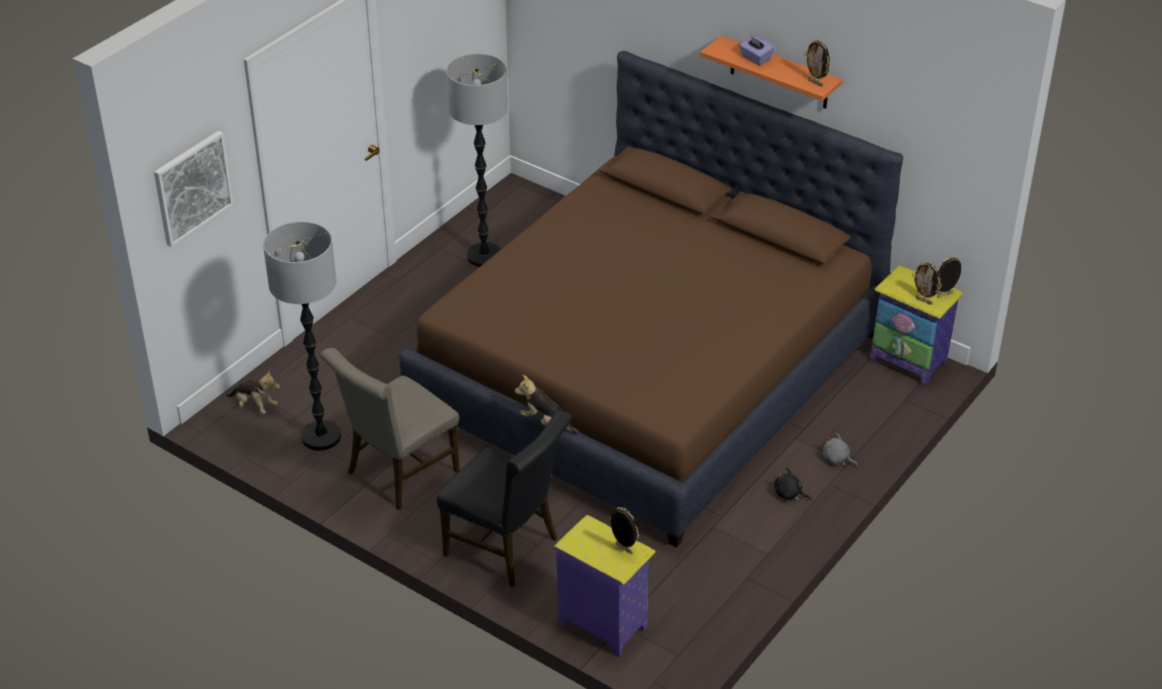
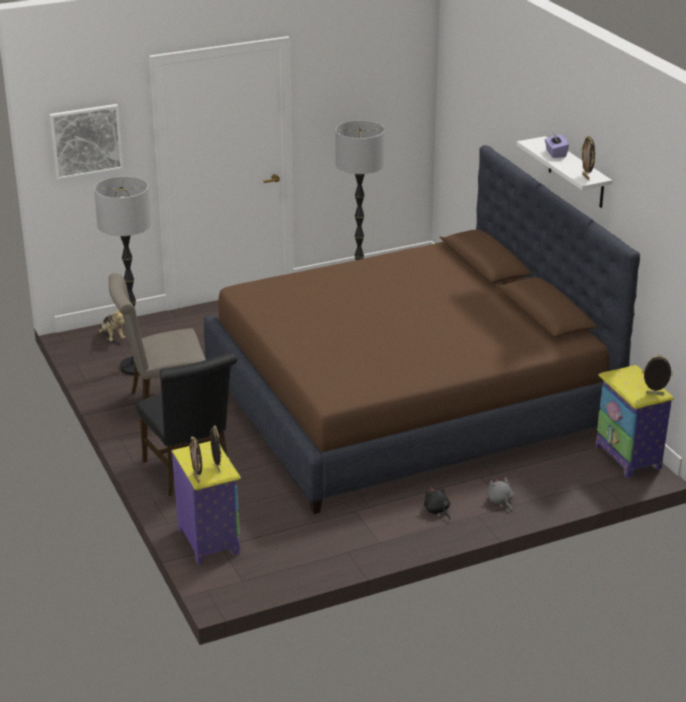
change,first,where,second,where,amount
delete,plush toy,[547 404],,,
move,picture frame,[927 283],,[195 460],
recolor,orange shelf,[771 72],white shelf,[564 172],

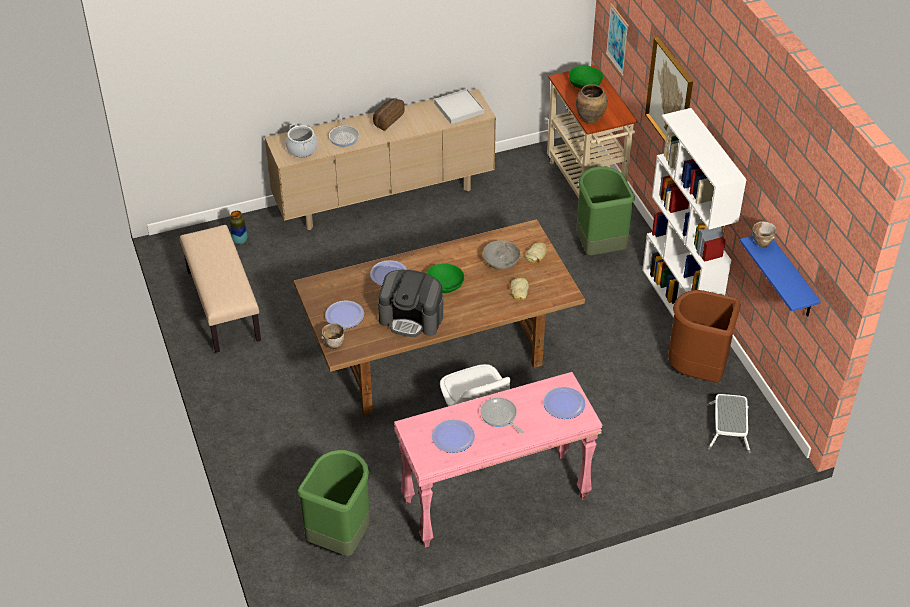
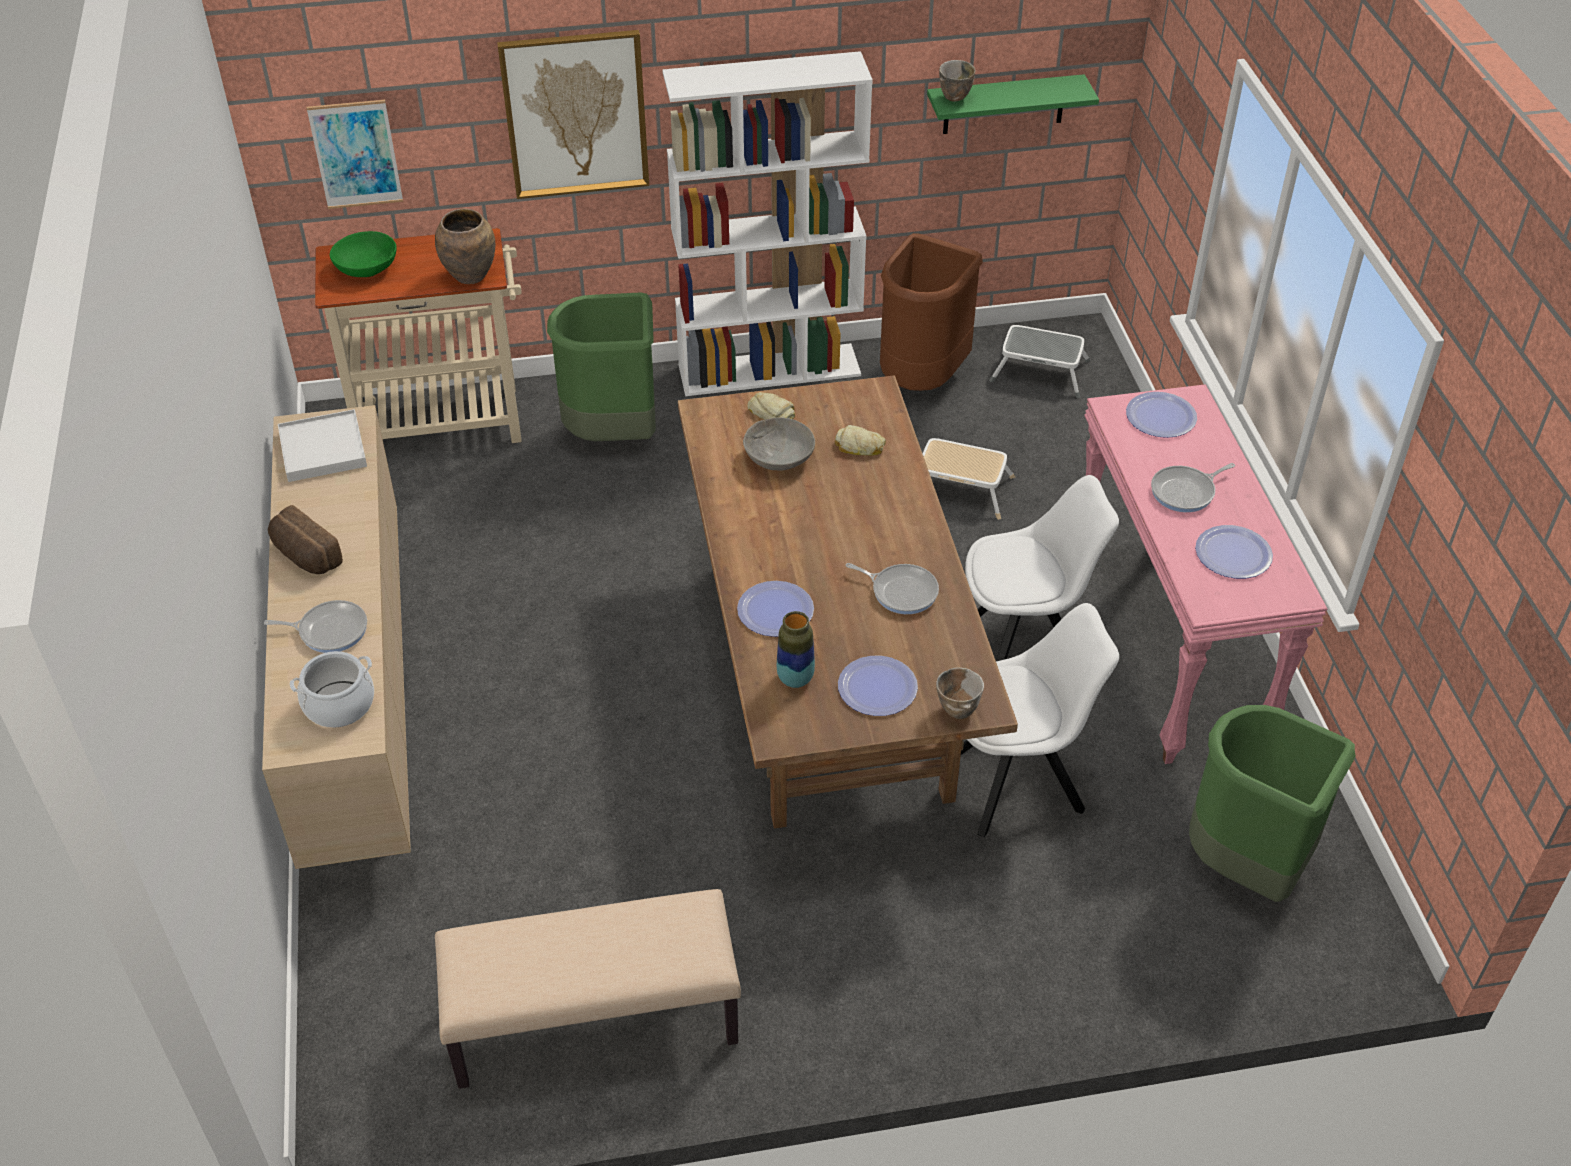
change,first,where,second,where,amount
delete,green bowl,[445 278],,,
insert,,,beige step ladder,[969 479],
insert,,,white chair,[1040 720],
move,vase,[238 228],,[796 649],
replace,coffee machine,[410 303],frying pan,[892 588],
recolor,blue shelf,[780 276],green shelf,[1013 104],

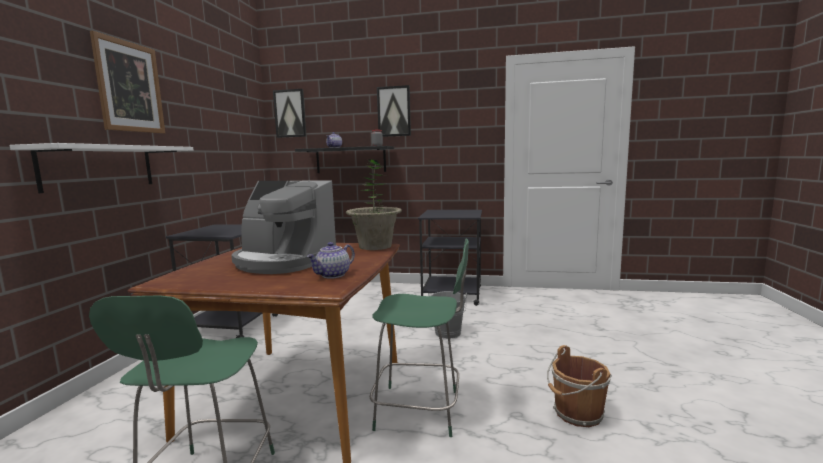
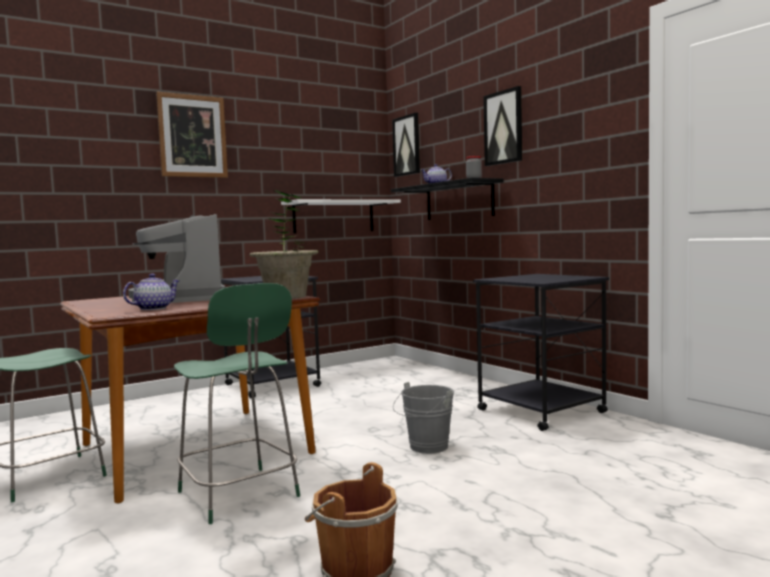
change,first,where,second,where,amount
move,white shelf,[102 168],,[341 216],
rotate,teapot,[331 260],,[151 292],135 degrees clockwise

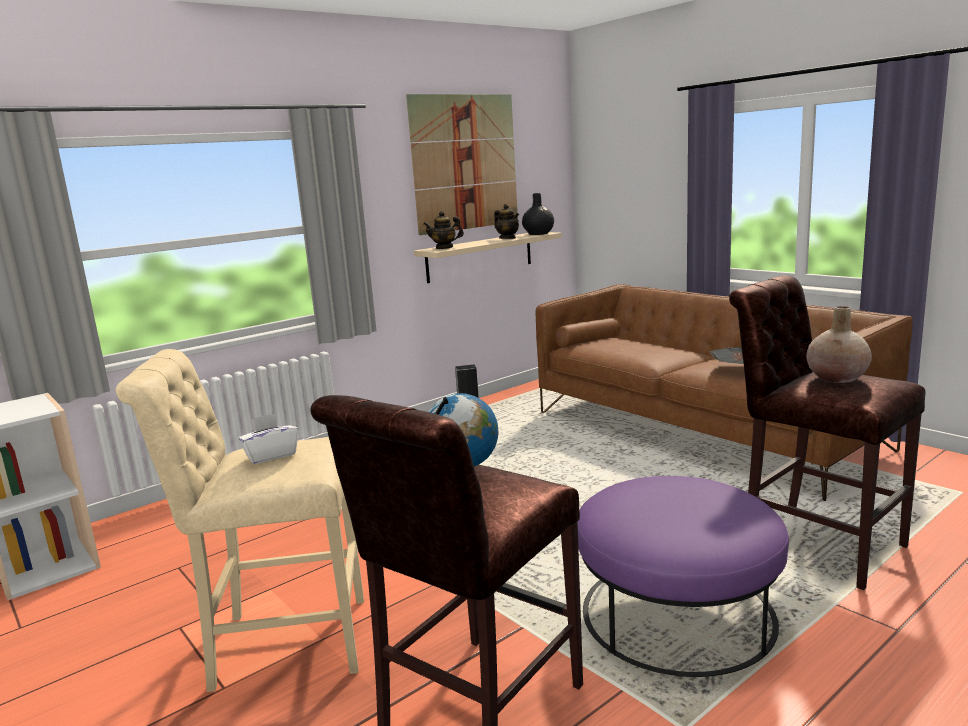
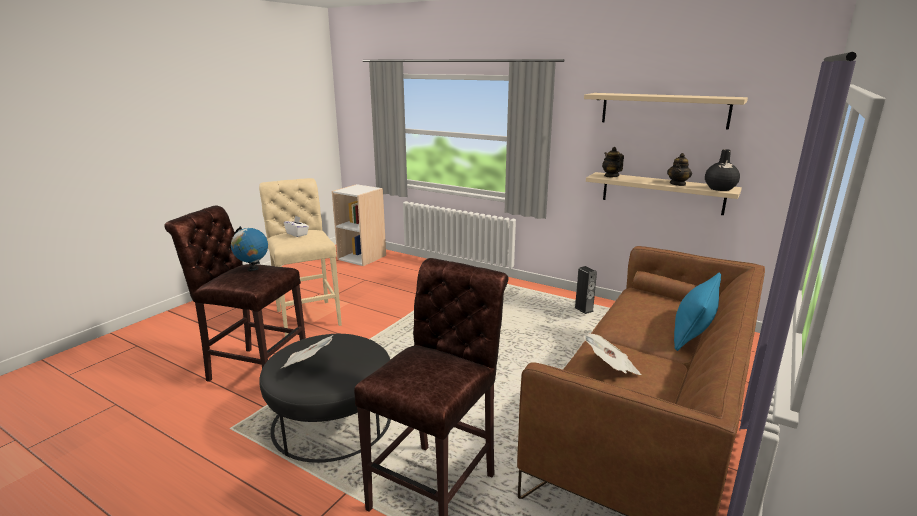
change,first,where,second,where,amount
delete,beige vase,[839 344],,,
insert,,,newspaper,[307 351],
insert,,,blue pillow,[697 311],
replace,picture,[462 164],beige shelf,[666 111],
recolor,purple ottoman,[683 576],black ottoman,[325 398],

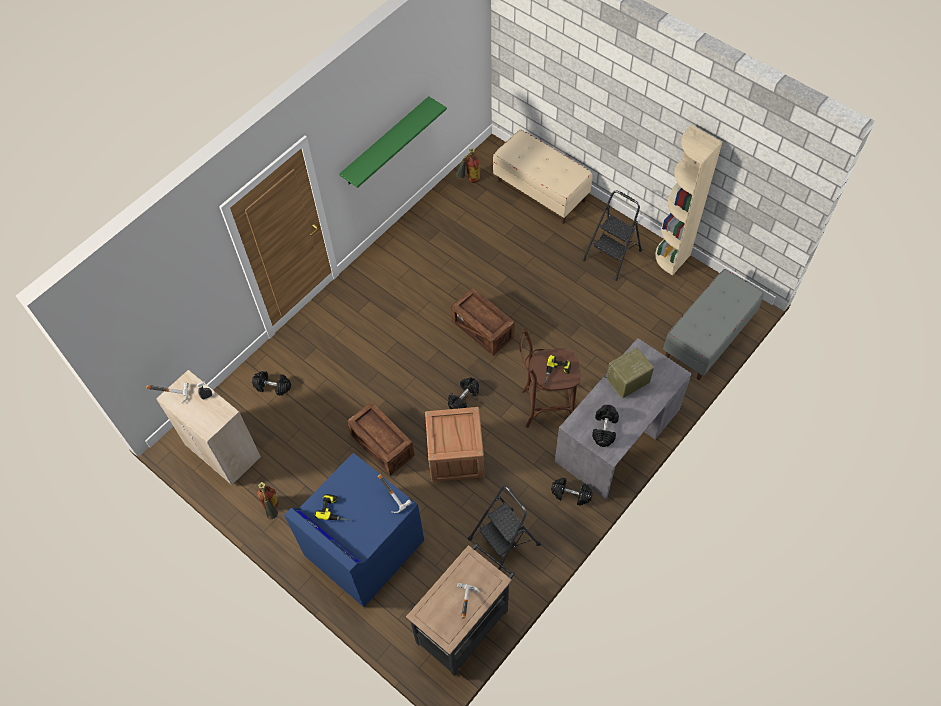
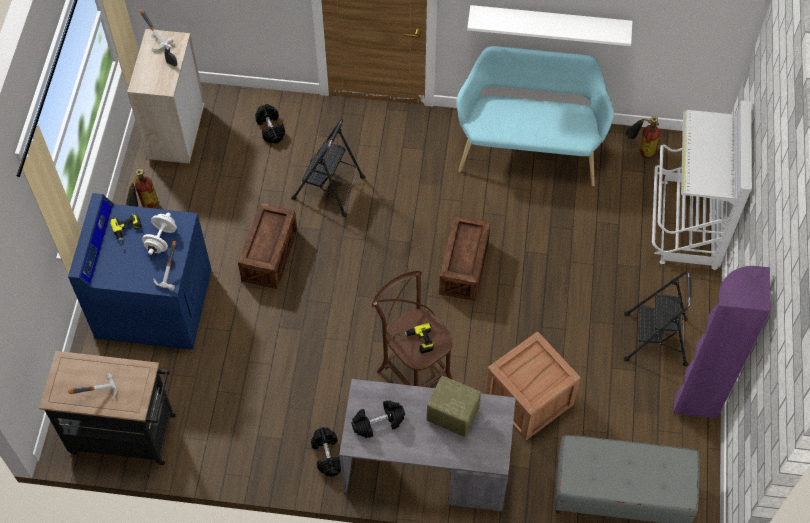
change,first,where,second,where,amount
delete,black dumbbell,[463 393],,,
insert,,,white dumbbell,[159 234],
insert,,,turquoise bench,[535 116],
move,crate,[454 444],,[532 386],
move,black step ladder,[504 528],,[328 168],
replace,beige bench,[543 177],white shoe rack,[702 185],
recolor,green shelf,[393 142],white shelf,[549 25],
recolor,beige bookcase,[688 200],purple bookcase,[722 342],

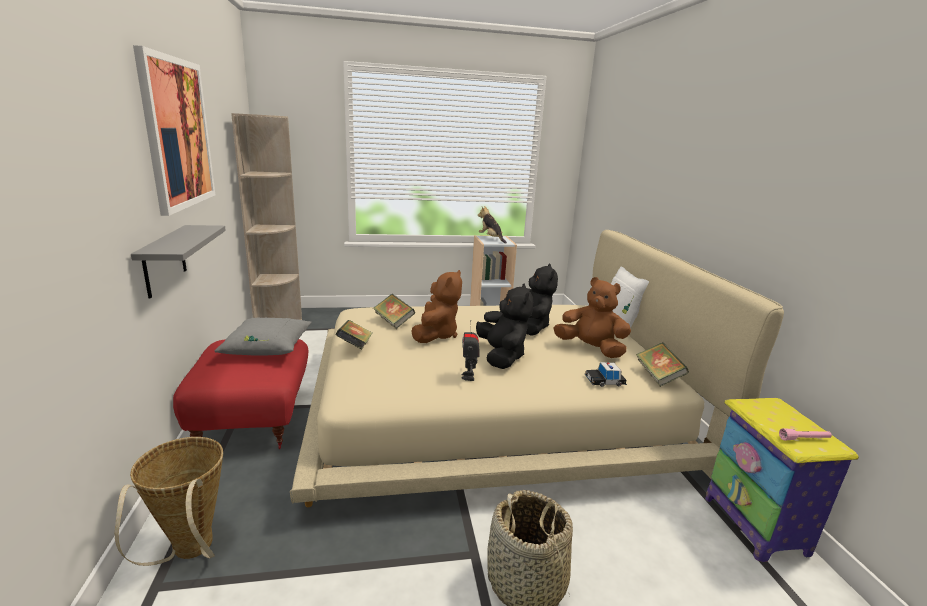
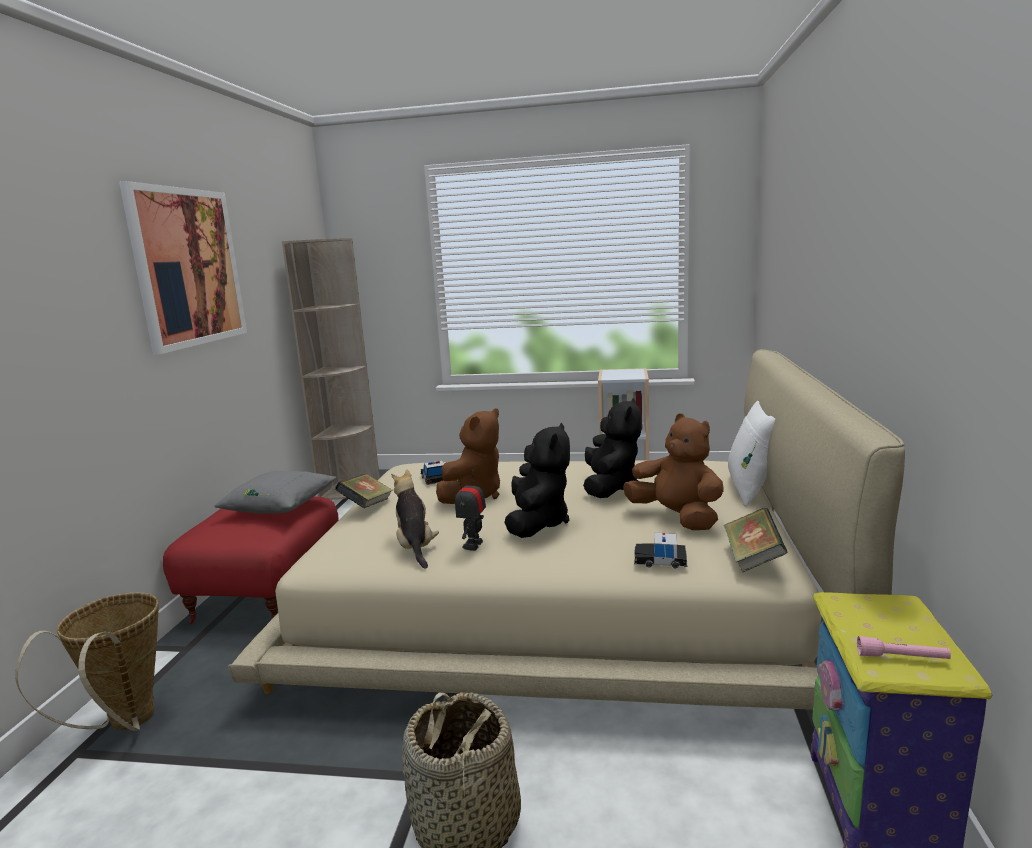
change,first,where,second,where,amount
delete,grey shelf,[178 262],,,
move,plush toy,[492 225],,[415 519],
replace,book,[394 311],toy car,[432 472],

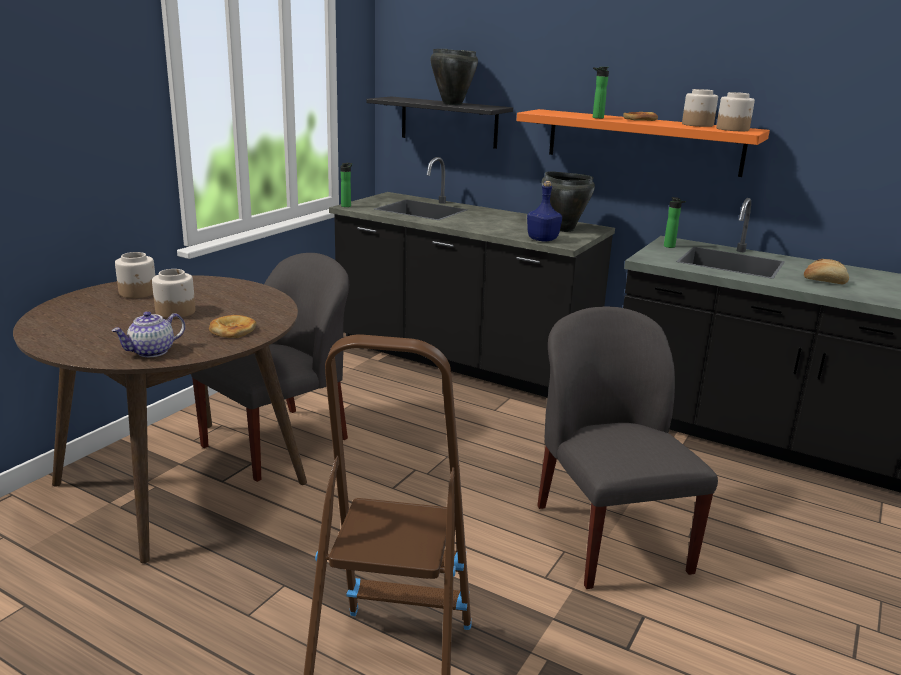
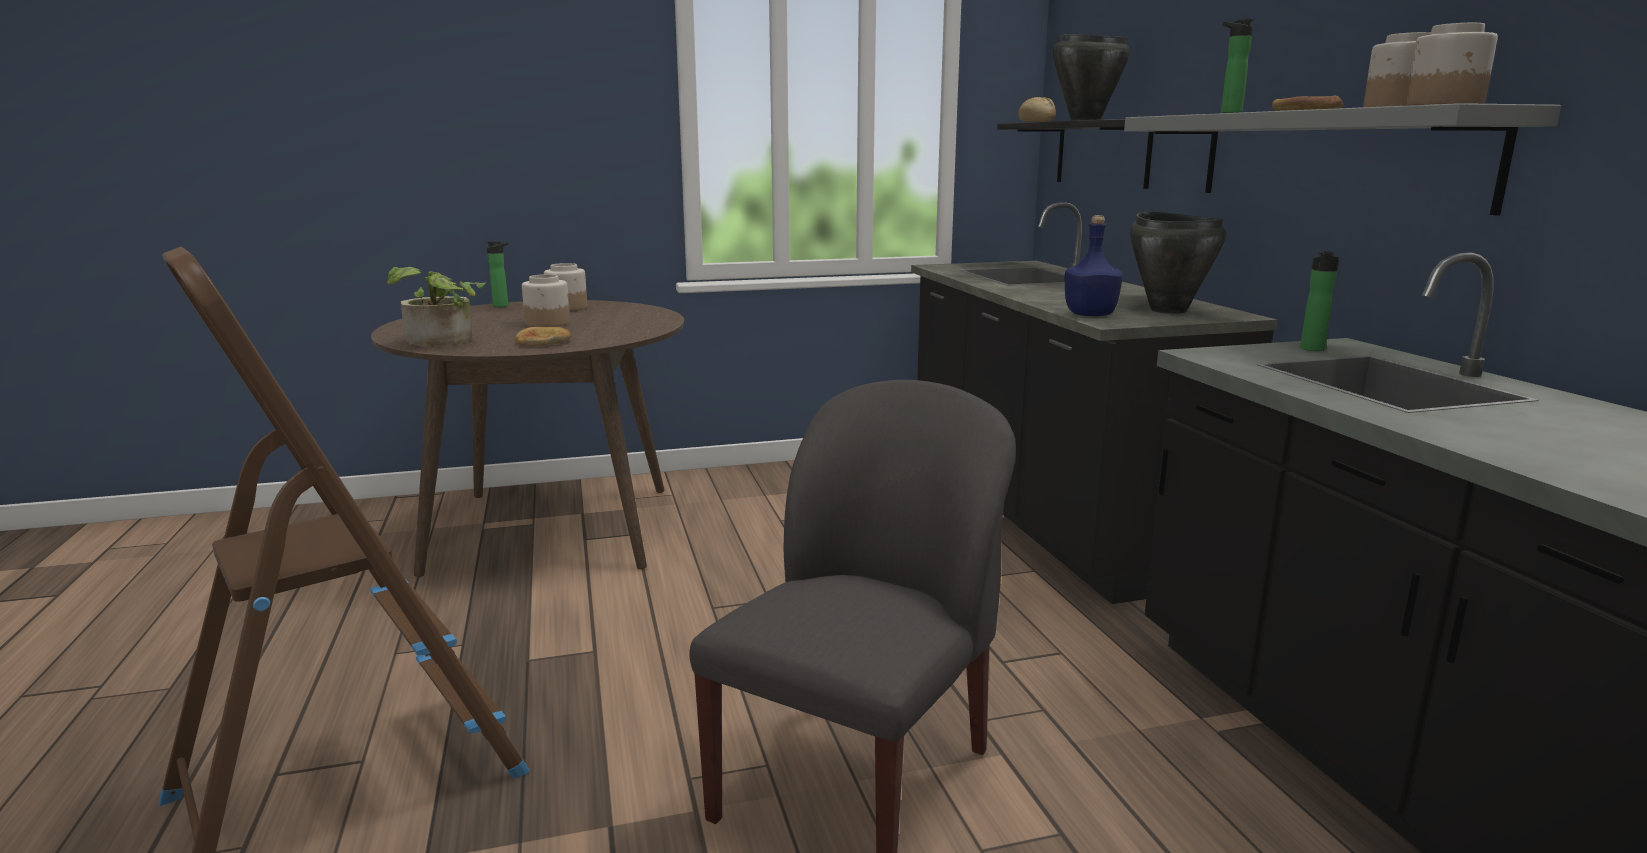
change,first,where,second,where,amount
delete,grey chair,[270 367],,,
move,bottle,[346 185],,[497 274],
move,bread,[826 271],,[1037 109],
replace,teapot,[148 334],potted plant,[436 307],
recolor,orange shelf,[643 143],grey shelf,[1342 159],

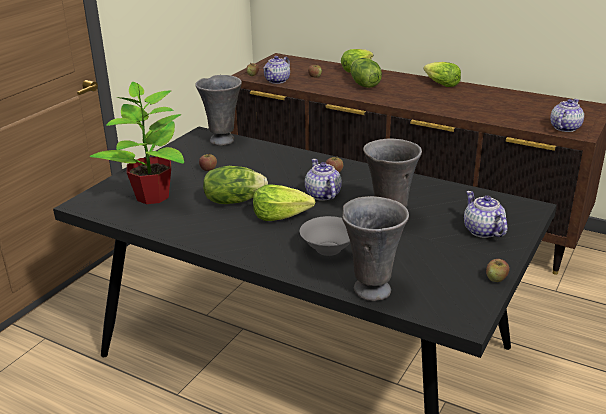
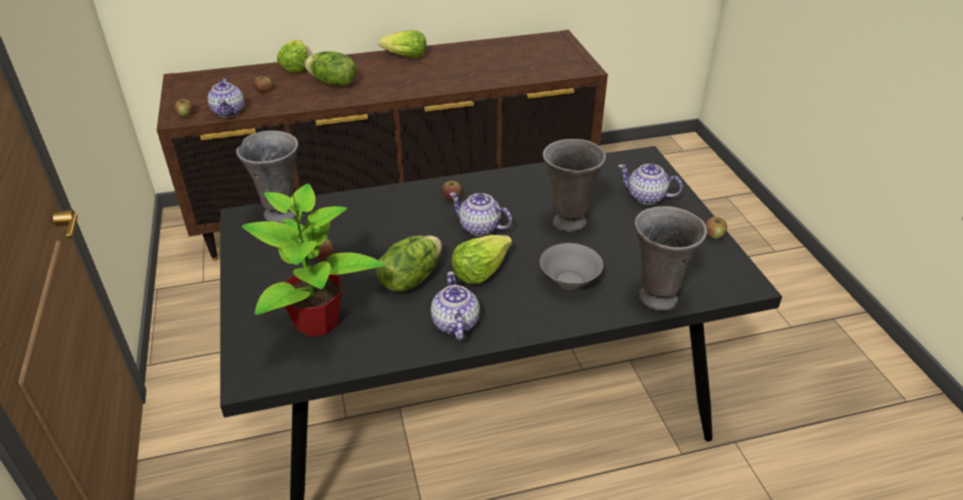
change,first,where,second,where,amount
move,teapot,[567 115],,[455 305],

